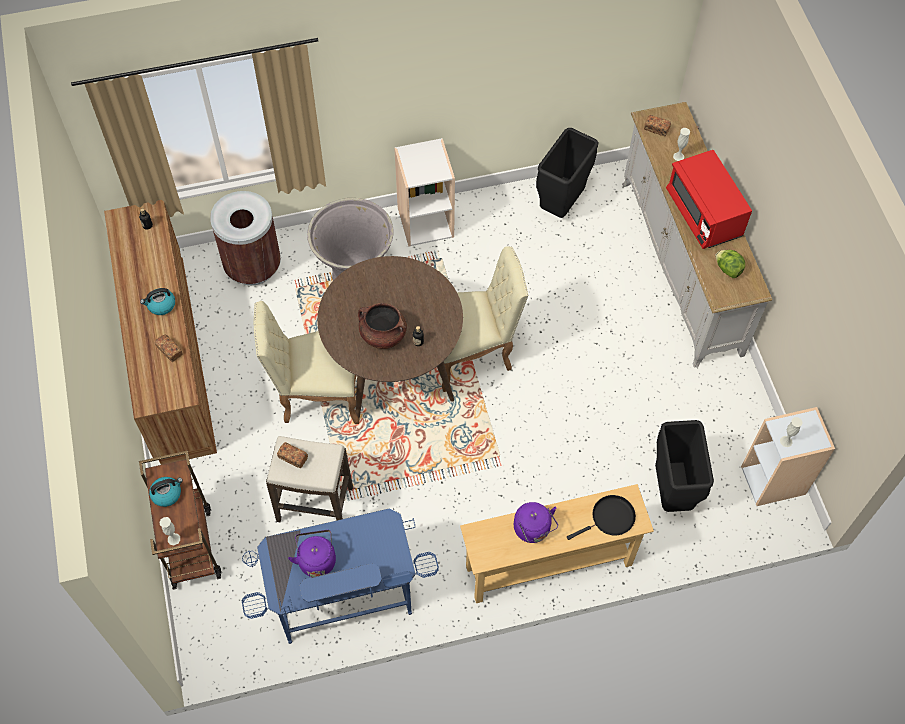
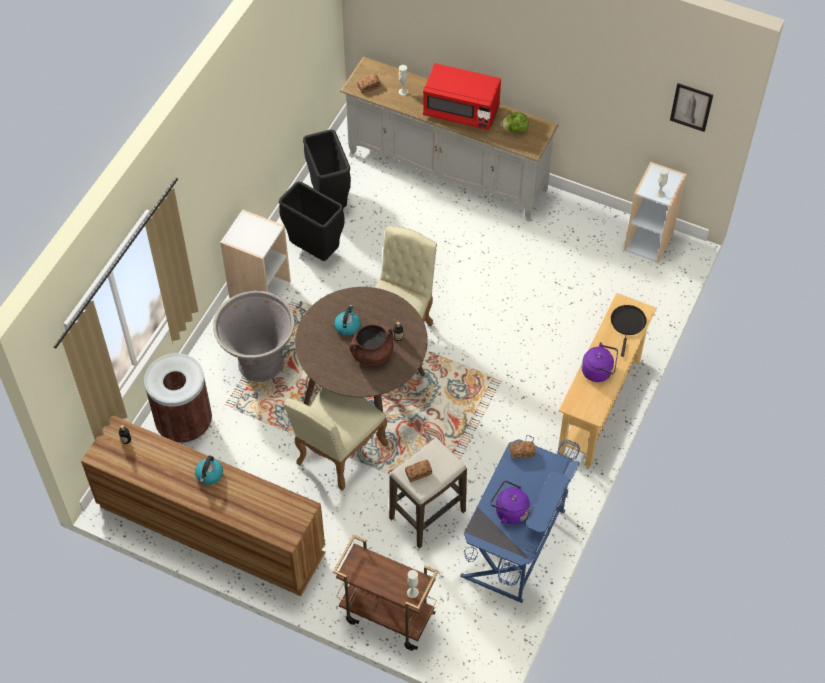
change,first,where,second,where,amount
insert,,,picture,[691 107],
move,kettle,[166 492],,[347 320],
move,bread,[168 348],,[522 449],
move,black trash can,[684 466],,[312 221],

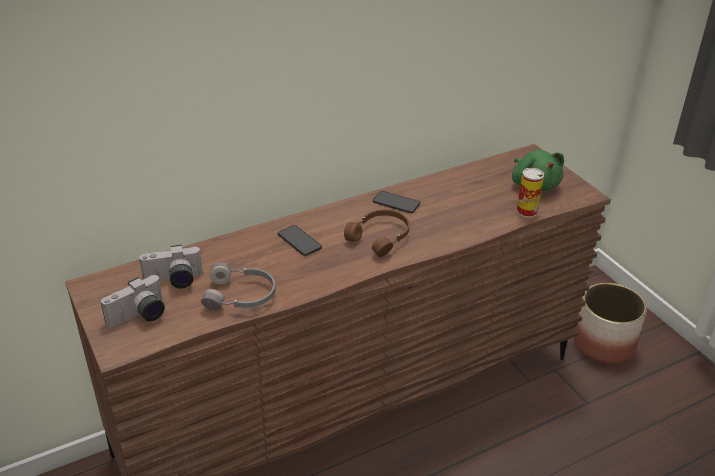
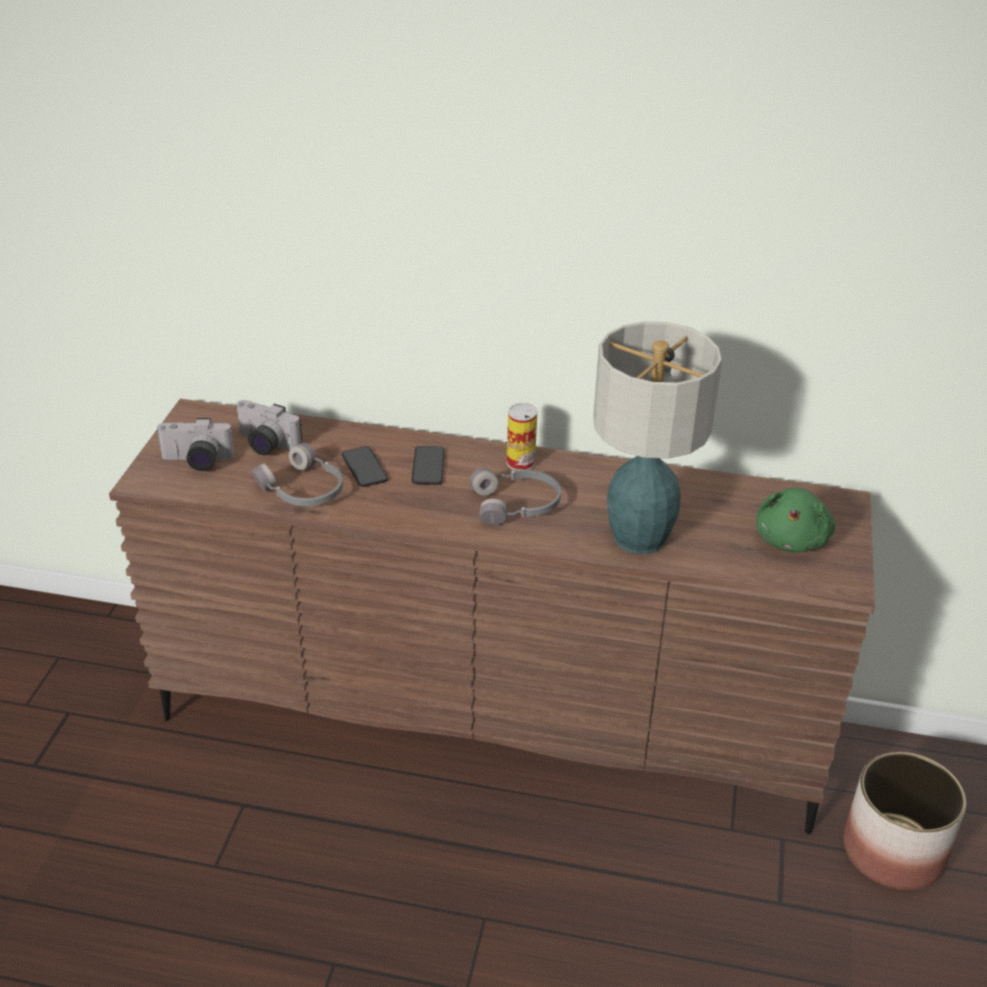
change,first,where,second,where,amount
insert,,,table lamp,[657 437],
move,phone,[396 202],,[365 466],
move,can,[530 193],,[522 437],
recolor,brown headphones,[377 233],grey headphones,[515 496],

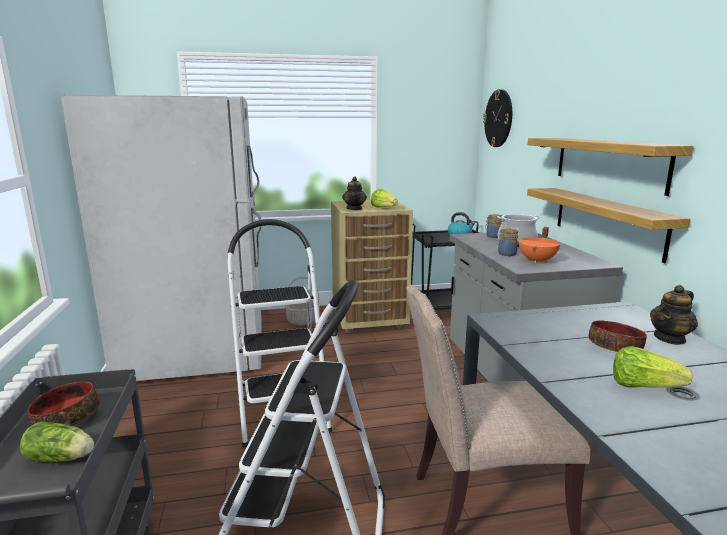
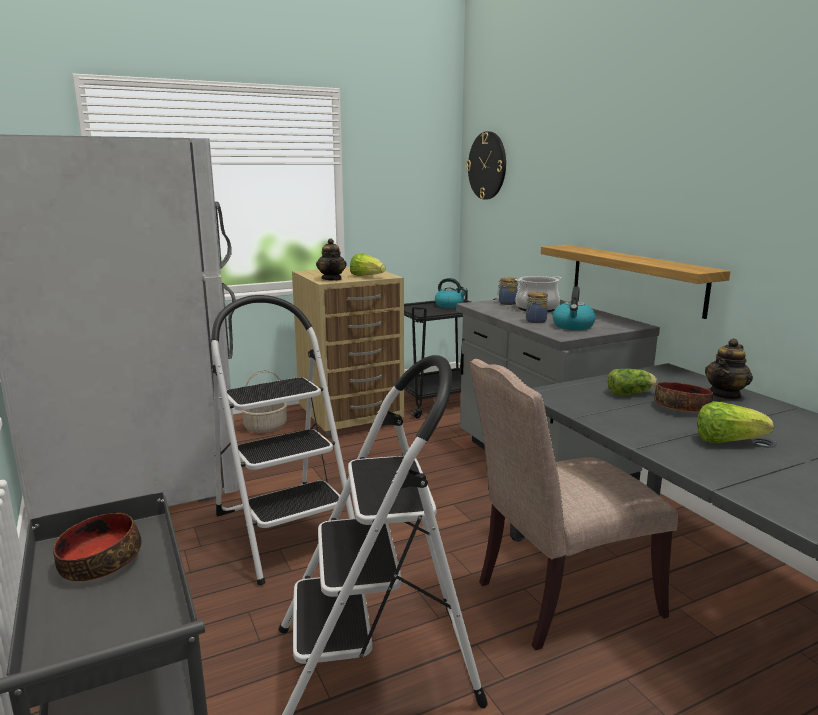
change,first,where,second,where,amount
delete,shelf,[610 167],,,
move,lettuce,[57 441],,[632 382],
replace,orange cooking pot,[539 245],kettle,[574 308],

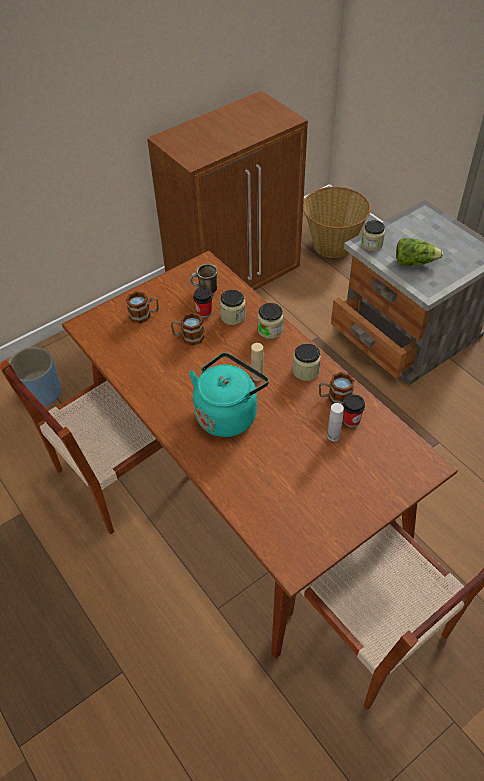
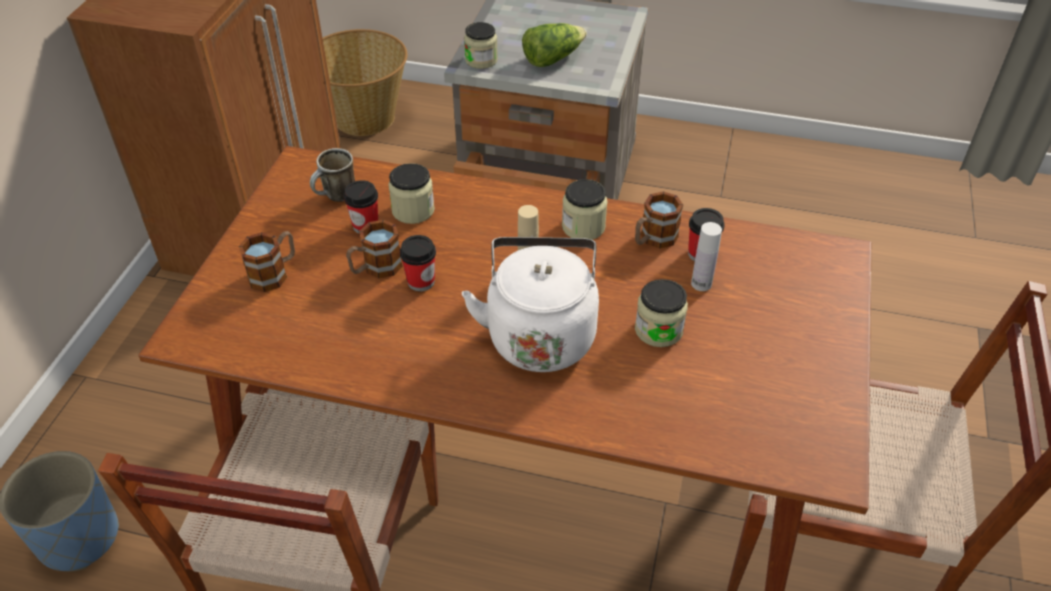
change,first,where,second,where,amount
insert,,,cup,[418 263],
move,jar,[270 321],,[661 313],
recolor,turquoise kettle,[229 395],white kettle,[530 304],

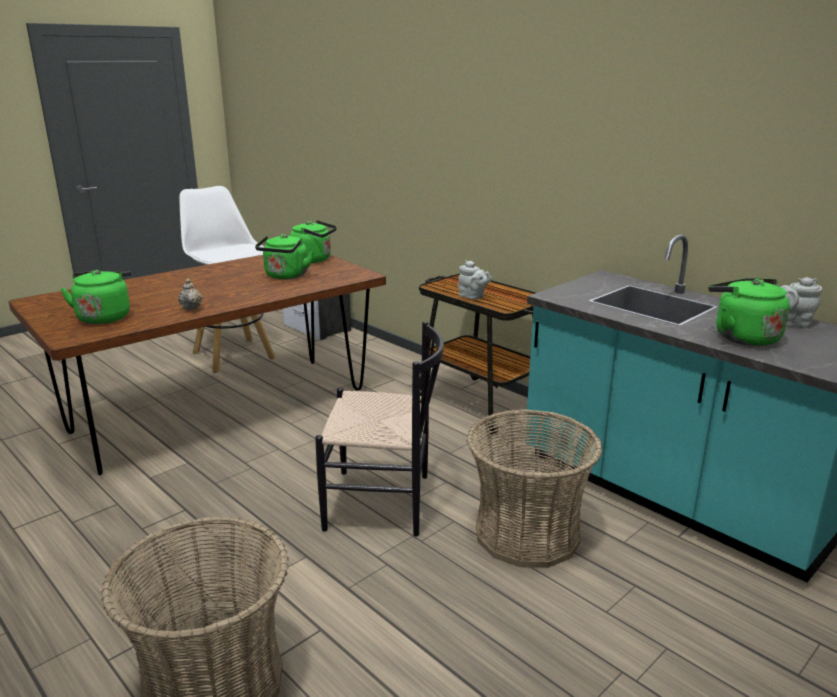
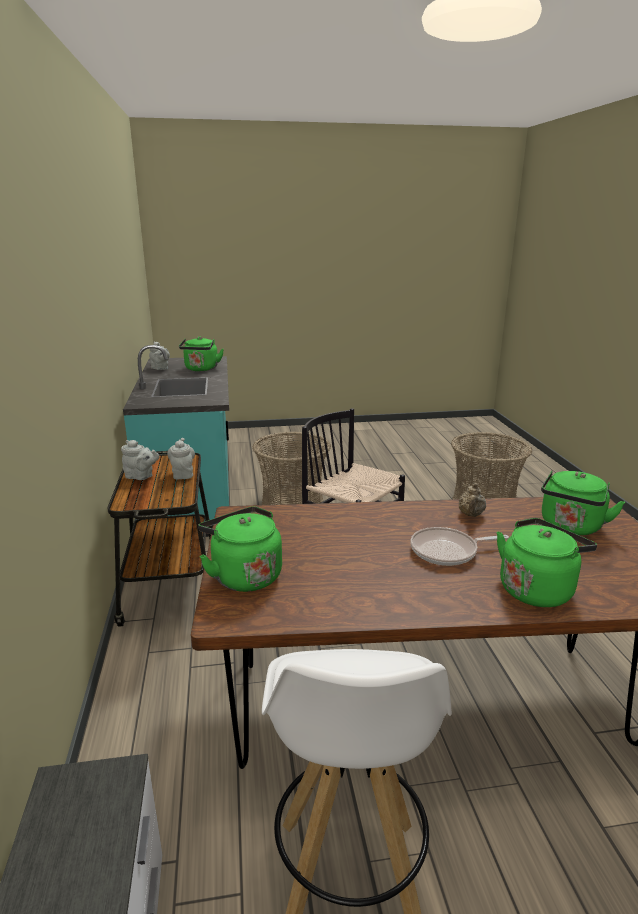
change,first,where,second,where,amount
insert,,,grey teapot,[140 460],
insert,,,frying pan,[459 546],
move,green kettle,[284 256],,[547 562],

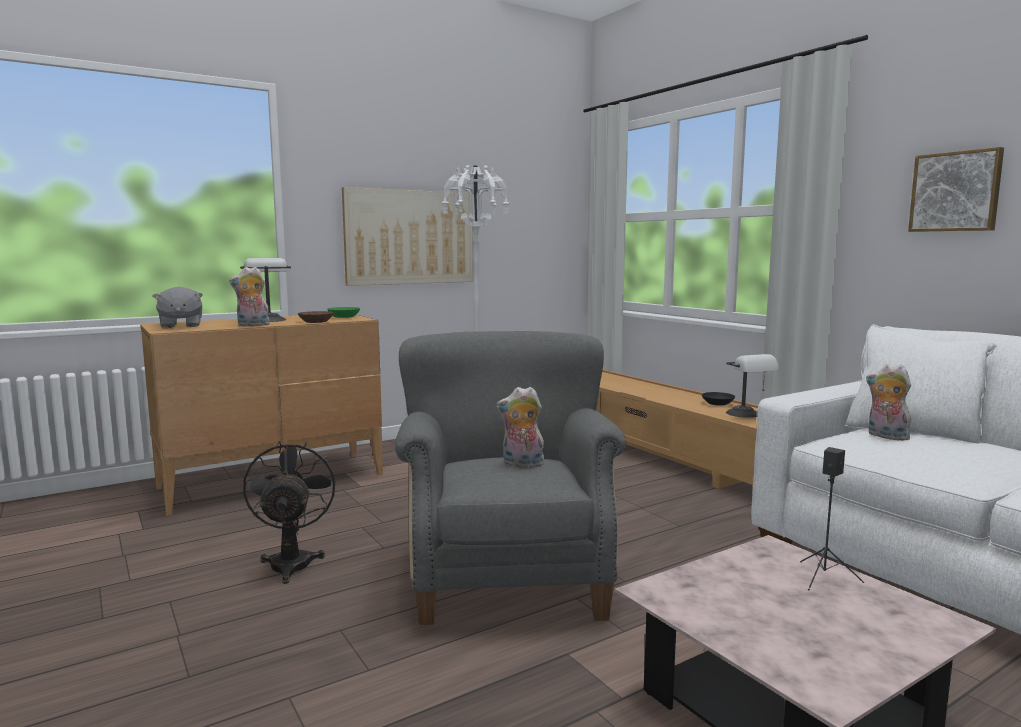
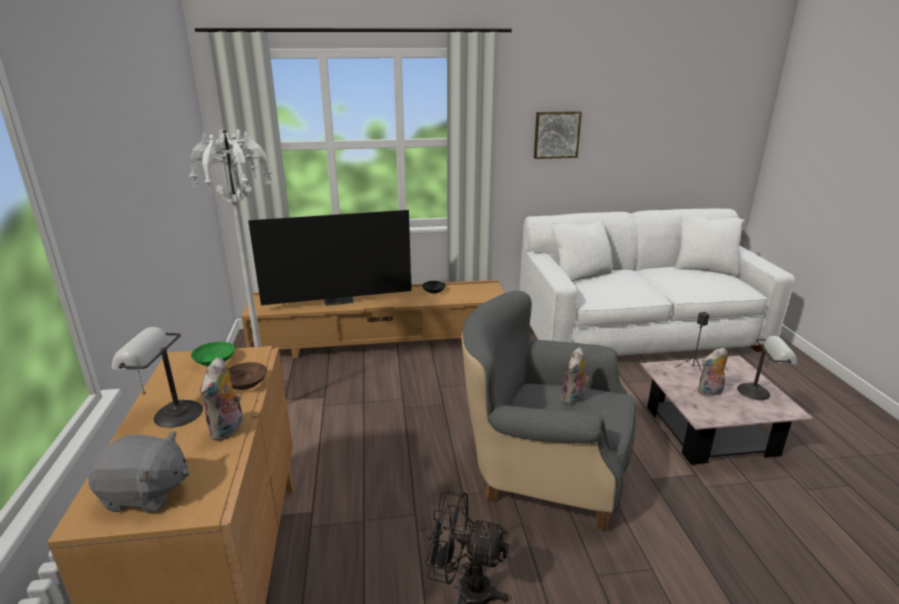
change,first,where,second,where,amount
delete,picture,[407 236],,,
insert,,,television,[330 258],
move,table lamp,[752 386],,[767 368],
move,plush toy,[888 402],,[713 371],

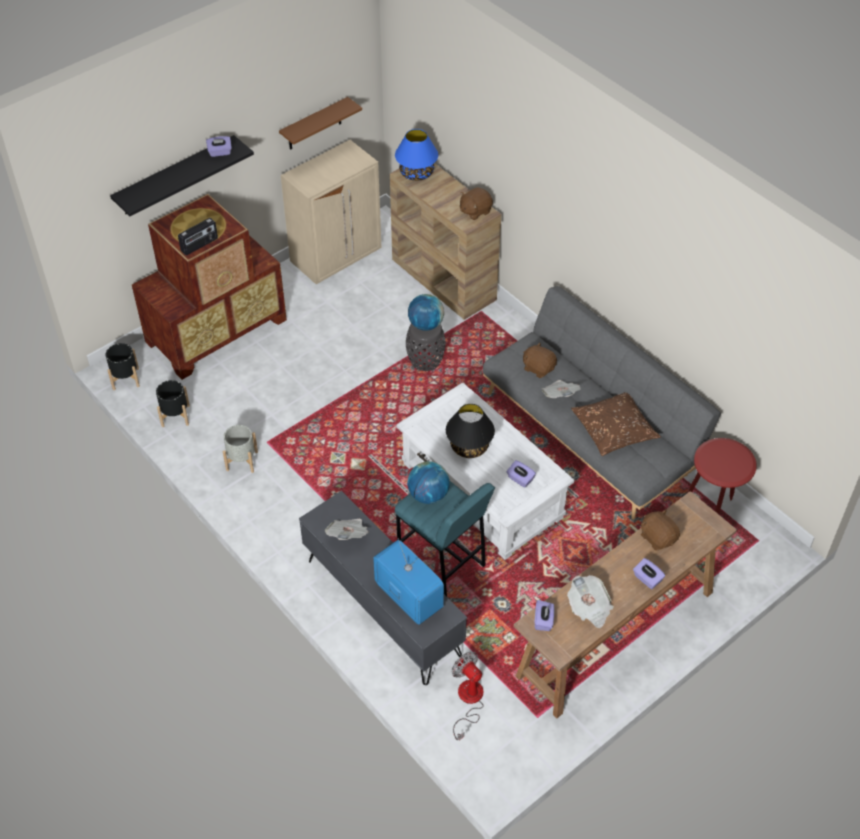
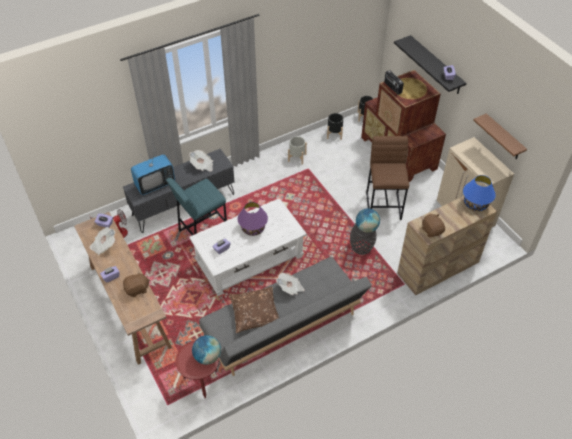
change,first,where,second,where,amount
delete,brown plush toy,[540 360],,,
insert,,,brown stool,[387 178],
move,globe,[428 482],,[206 350],
recolor,black table lamp,[470 431],purple table lamp,[253 219],

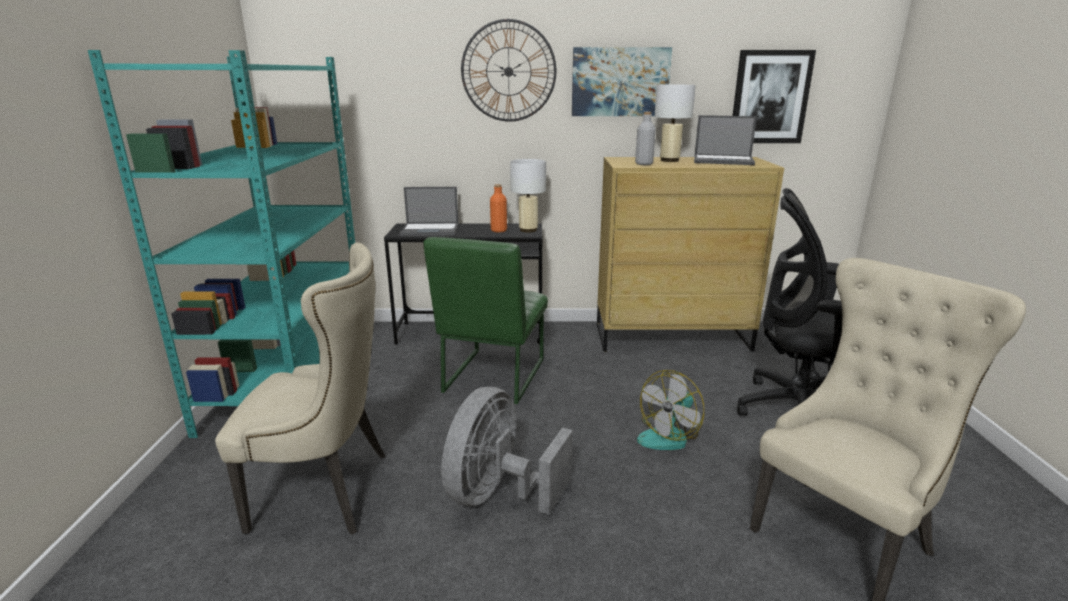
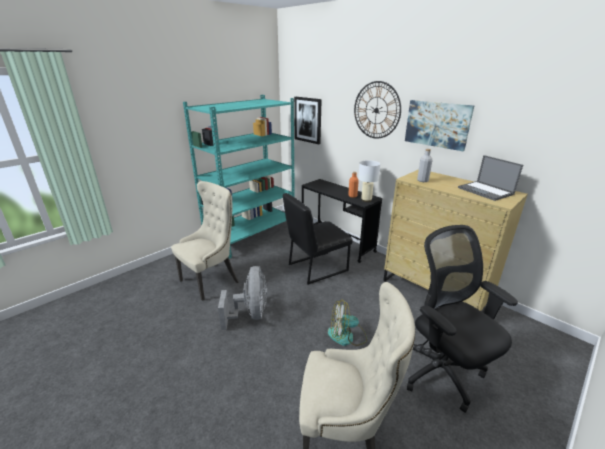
change,first,where,second,where,amount
delete,laptop,[429 211],,,
delete,white table lamp,[675 123],,,
move,picture,[774 96],,[308 120],
recolor,green chair,[485 320],black chair,[318 239],
rotate,beige chair,[300 388],,[204 241],90 degrees counterclockwise
rotate,grey fan,[507 451],,[242 298],105 degrees clockwise

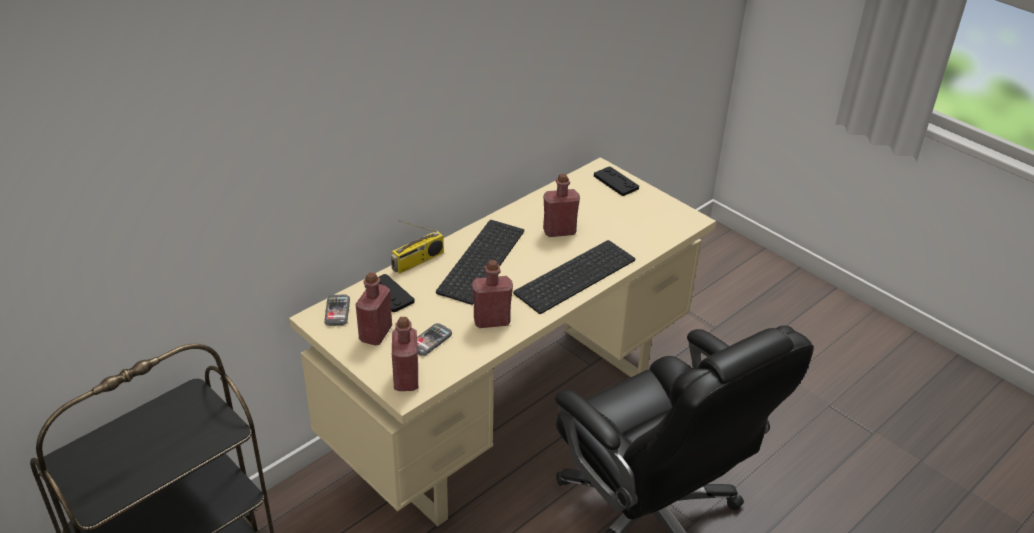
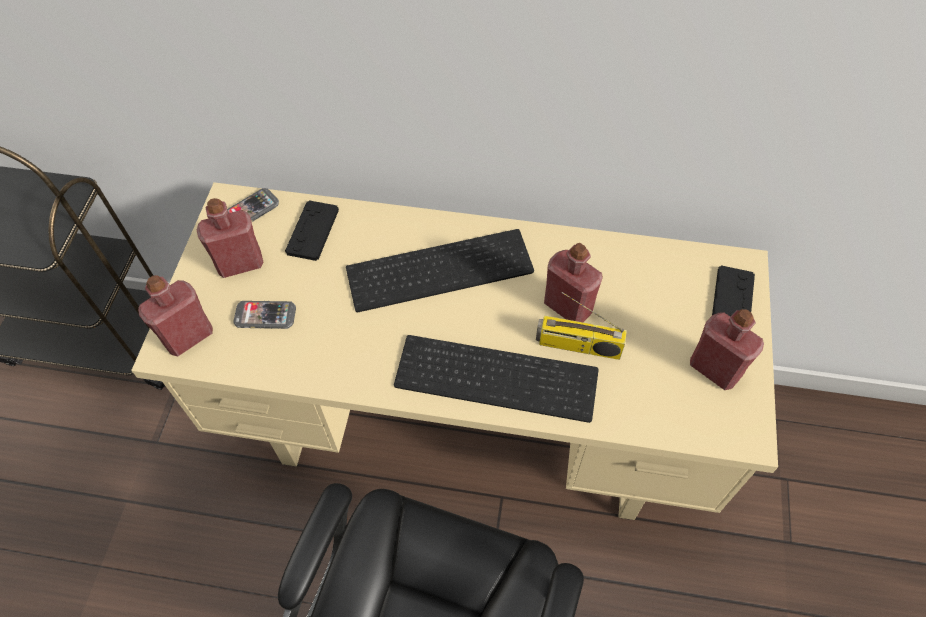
change,first,where,second,where,amount
move,radio,[417 247],,[581 326],
move,red bottle,[492 294],,[727 349],

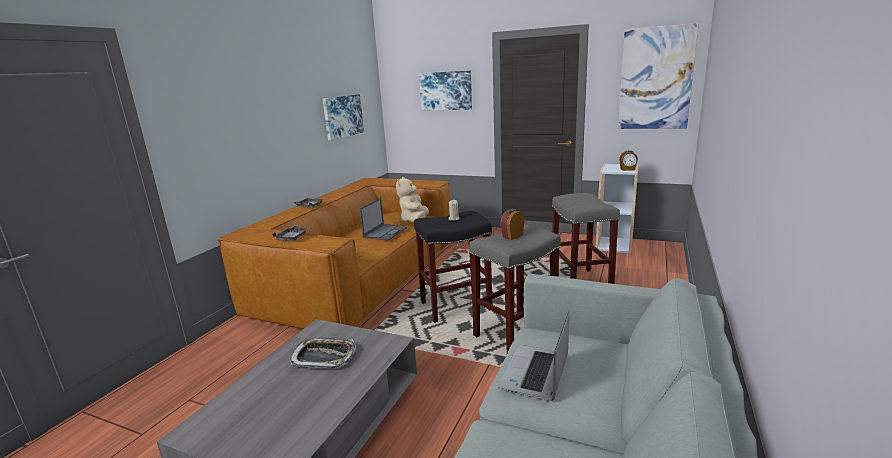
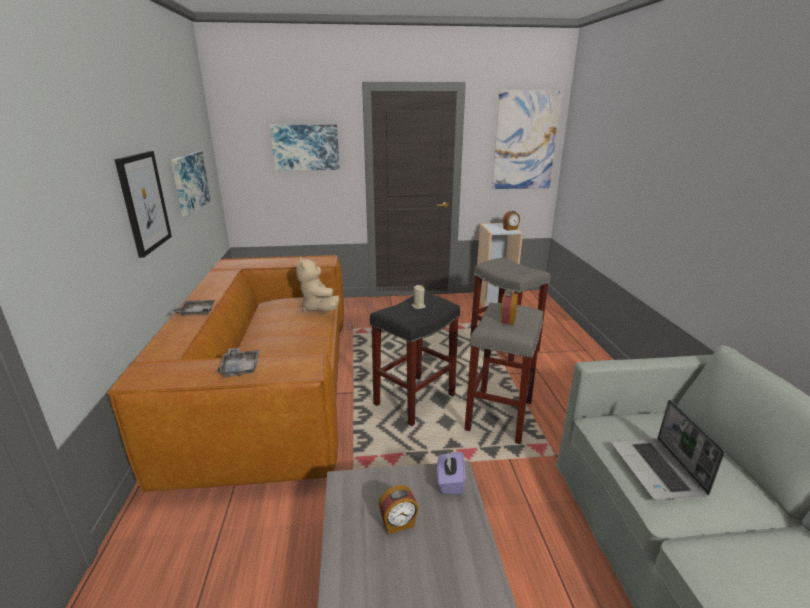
change,first,where,second,where,amount
delete,laptop,[383 219],,,
insert,,,picture,[143 204],
insert,,,purple tissue box,[451 473],
replace,tray,[323 353],alarm clock,[398 510],

